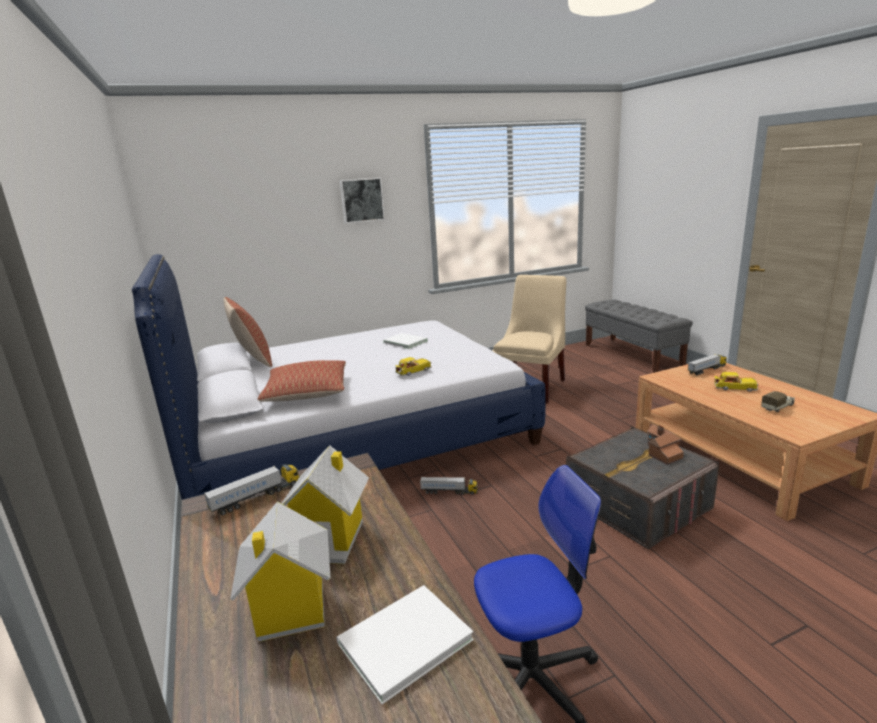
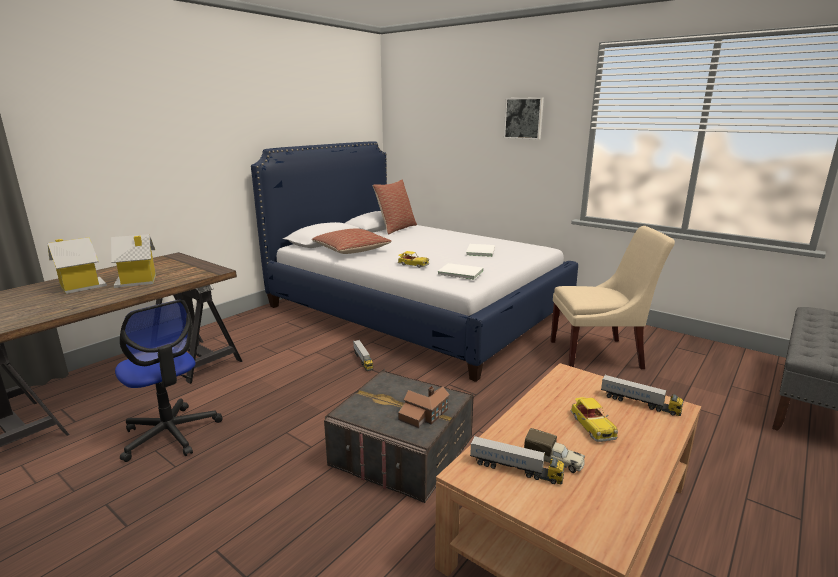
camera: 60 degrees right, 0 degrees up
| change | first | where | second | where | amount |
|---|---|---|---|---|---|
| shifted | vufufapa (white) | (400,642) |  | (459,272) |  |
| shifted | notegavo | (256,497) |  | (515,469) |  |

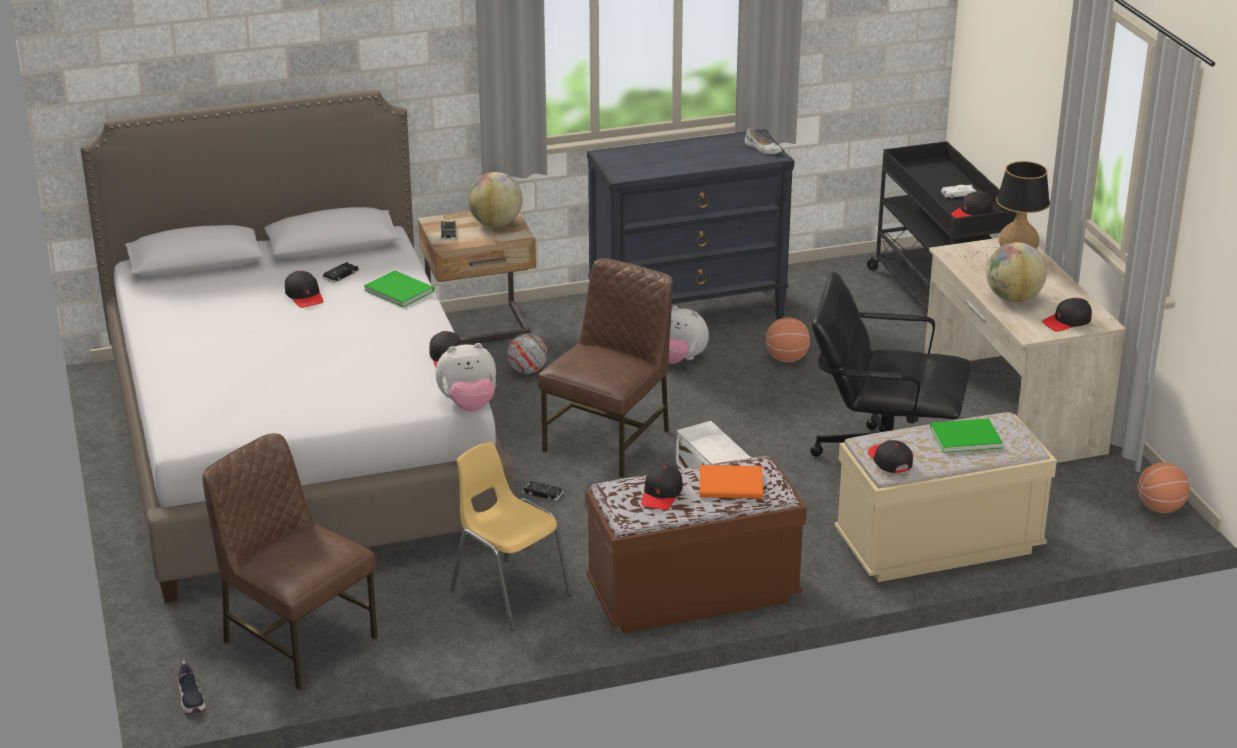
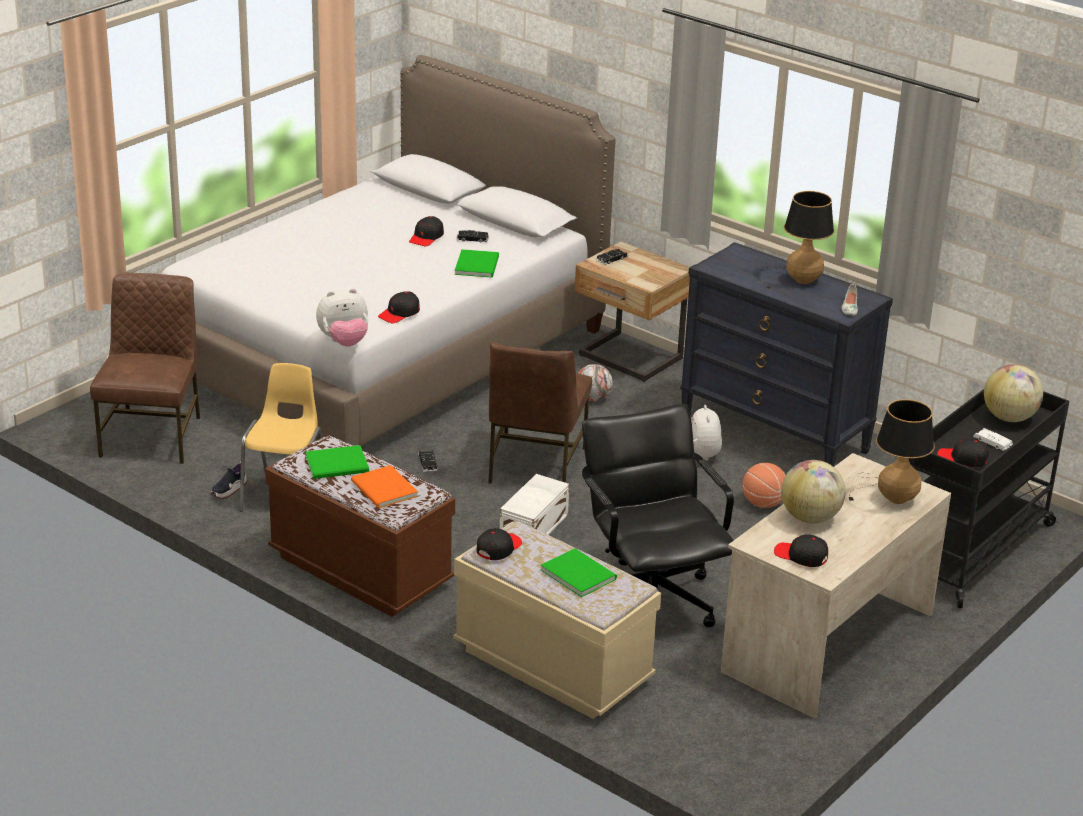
camera: 55 degrees right, 0 degrees up
| change | first | where | second | where | amount |
|---|---|---|---|---|---|
| shifted | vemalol | (191,700) |  | (229,490) |  |
| swapped | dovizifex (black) | (661,494) | vufufapa (green) | (339,465) |  |
| rotated | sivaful | (468,405) |  | (344,342) | 60 degrees counterclockwise |
| rotated | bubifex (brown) | (610,440) |  | (535,466) | 105 degrees clockwise |
| new |  |  | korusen | (797,280) |  |
| shifted | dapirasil | (496,224) |  | (1009,418) |  |
| gone | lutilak | (1160,508) |  |  |  |

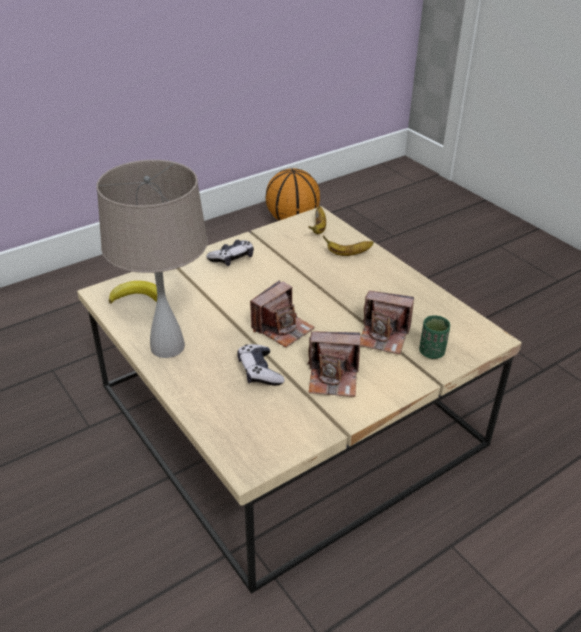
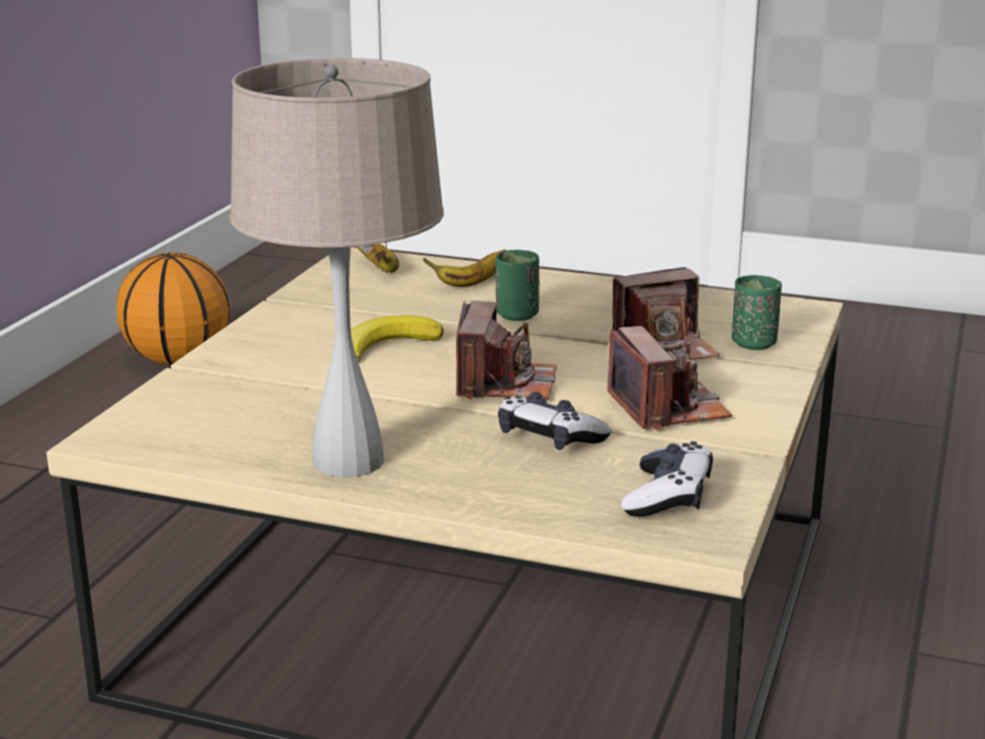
camera: 35 degrees left, 15 degrees down
| change | first | where | second | where | amount |
|---|---|---|---|---|---|
| shifted | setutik | (138,297) |  | (388,345) |  |
| new |  |  | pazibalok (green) | (517,315) |  |
| rotated | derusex | (333,378) |  | (667,408) | 75 degrees counterclockwise |
| shifted | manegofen | (232,258) |  | (668,497) |  |

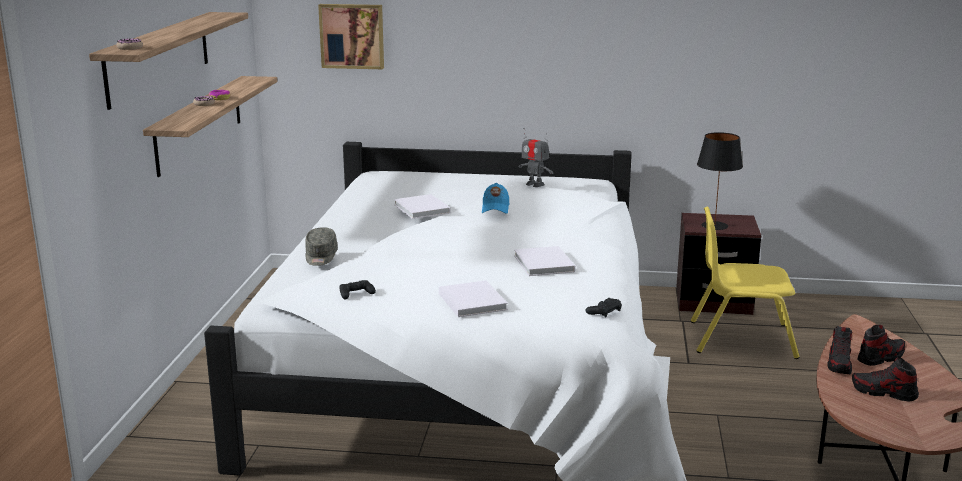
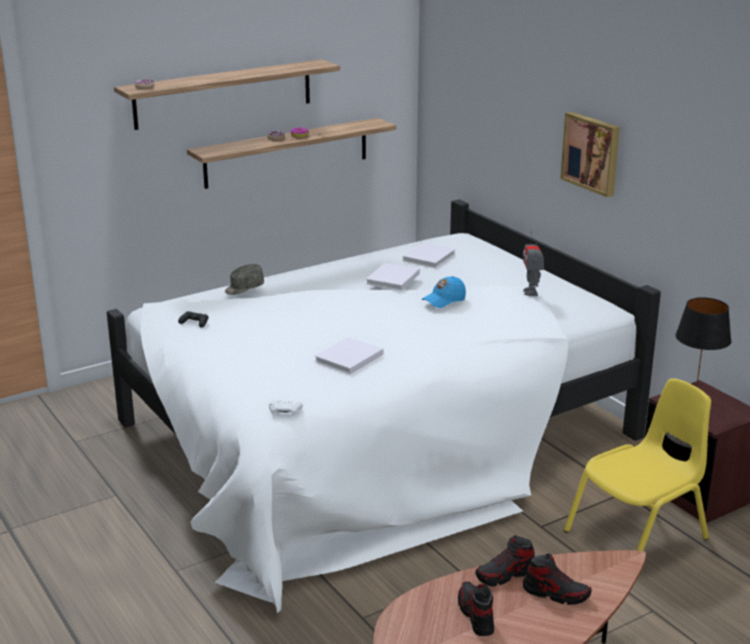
camera: 50 degrees right, 5 degrees up
| change | first | where | second | where | amount |
|---|---|---|---|---|---|
| repainted | manegofen (black) | (604,312) | manegofen (white) | (285,411) |  |
| shifted | vufufapa (white) | (471,300) |  | (430,256) |  |
| shifted | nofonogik | (352,36) |  | (592,153) |  |
| rotated | bubifex (yellow) | (741,339) |  | (638,536) | 90 degrees clockwise |

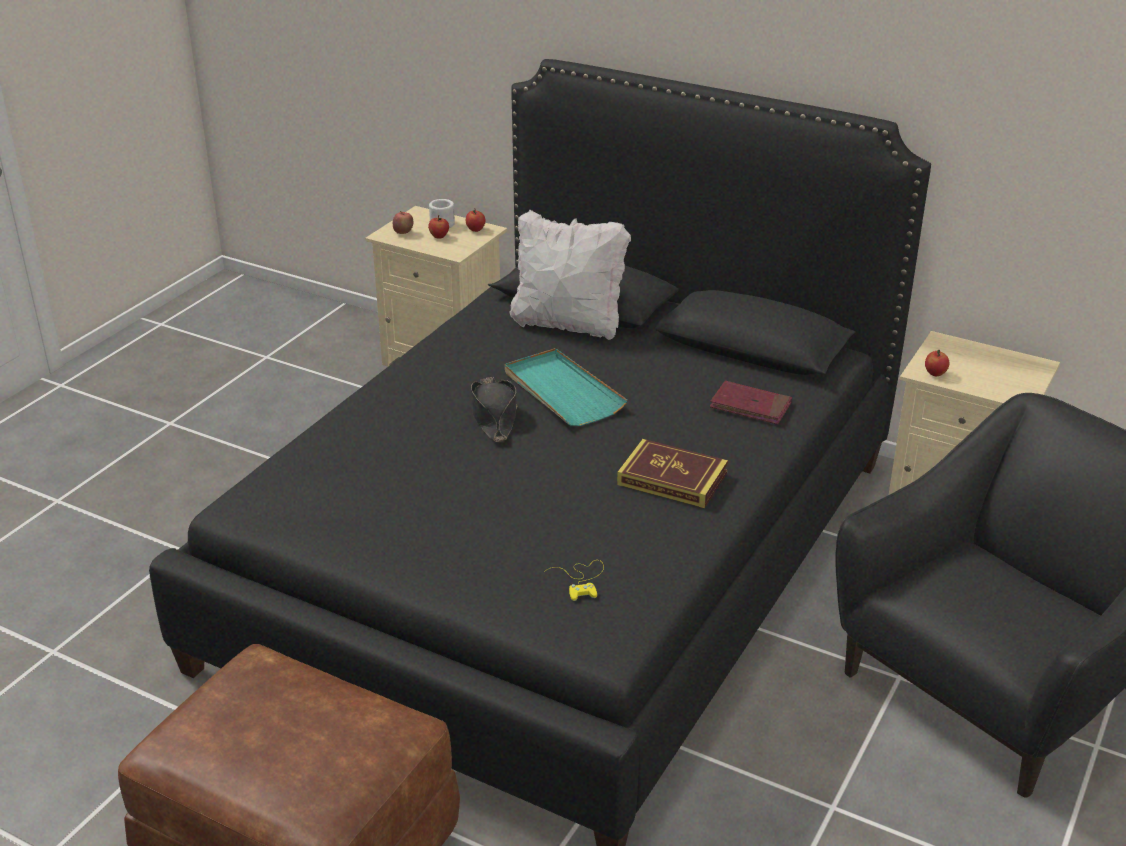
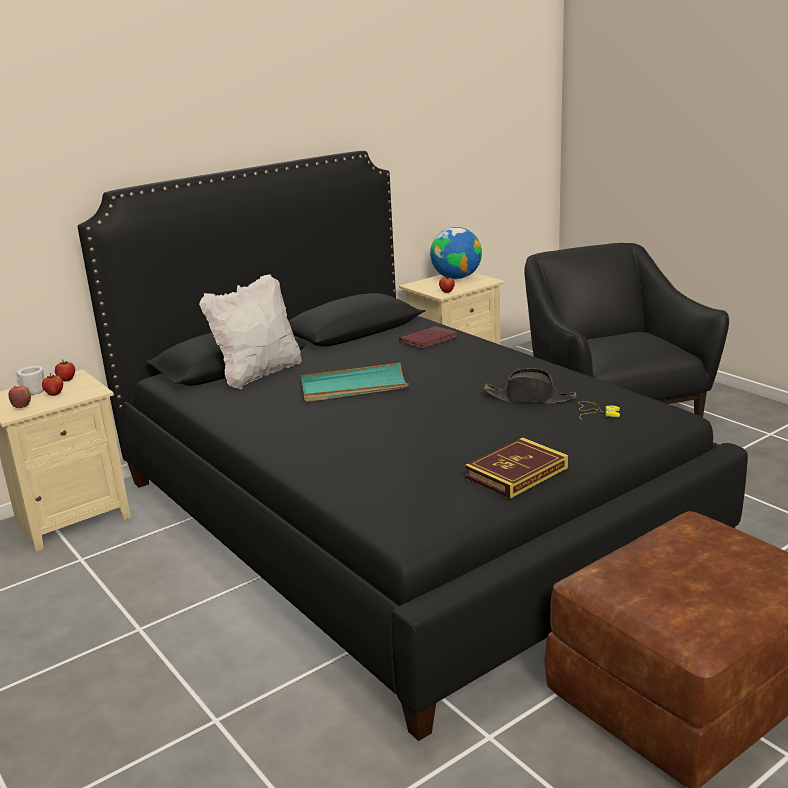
camera: 65 degrees left, 10 degrees down
| change | first | where | second | where | amount |
|---|---|---|---|---|---|
| new |  |  | dapirasil | (456,278) |  |
| shifted | vufufapa | (672,479) |  | (516,473) |  |
| shifted | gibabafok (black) | (494,416) |  | (530,398) |  |

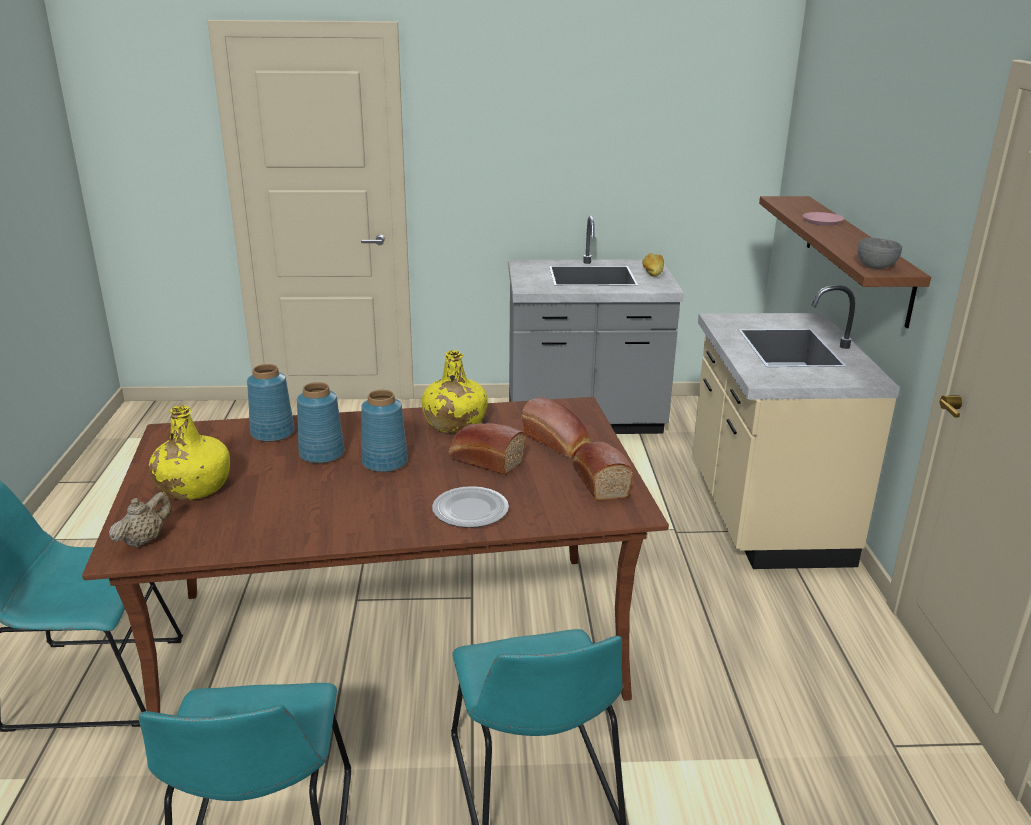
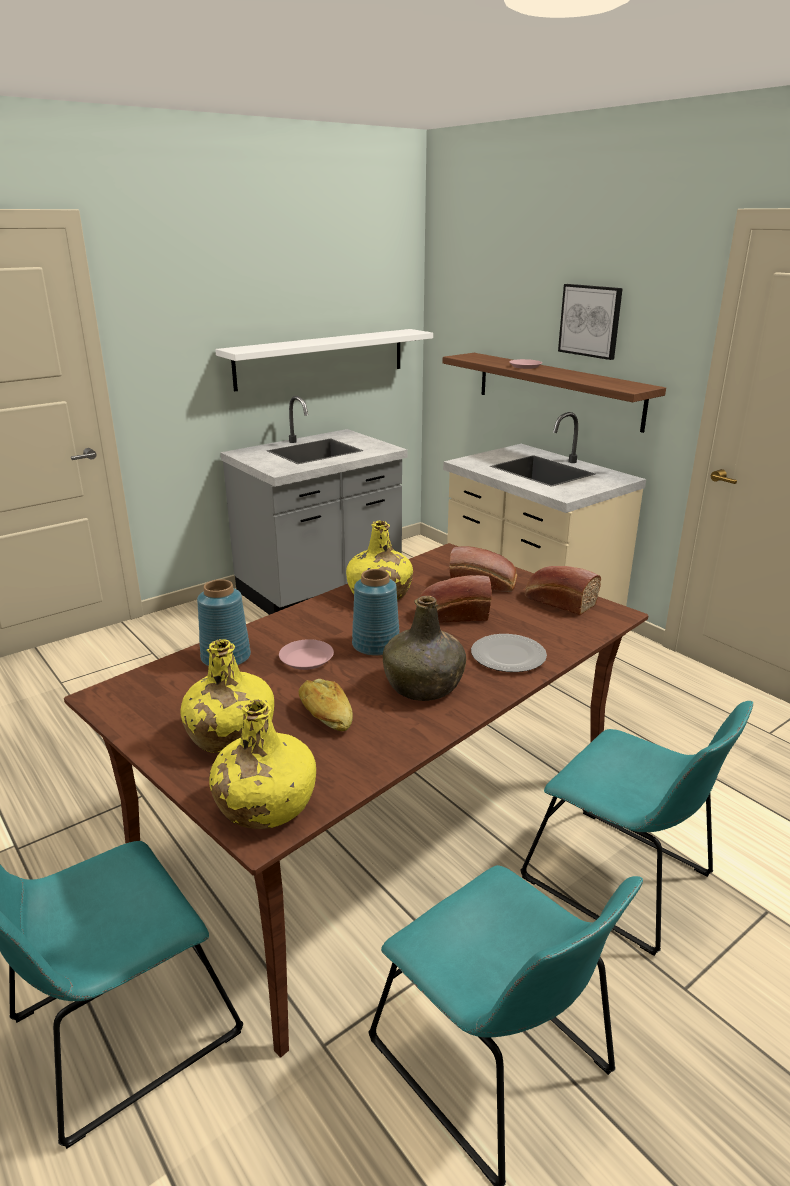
camera: 35 degrees left, 0 degrees up
| change | first | where | second | where | amount |
|---|---|---|---|---|---|
| swapped | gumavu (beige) | (144,540) | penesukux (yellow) | (265,805) |  |
| new |  |  | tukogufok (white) | (321,358) |  |
| swapped | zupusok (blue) | (321,454) | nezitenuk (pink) | (306,659) |  |
| shifted | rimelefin | (652,272) |  | (325,715) |  |
| new |  |  | penesukux (green) | (424,686) |  |
| new |  |  | nofonogik | (590,321) |  |
| gone | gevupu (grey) | (875,267) |  |  |  |

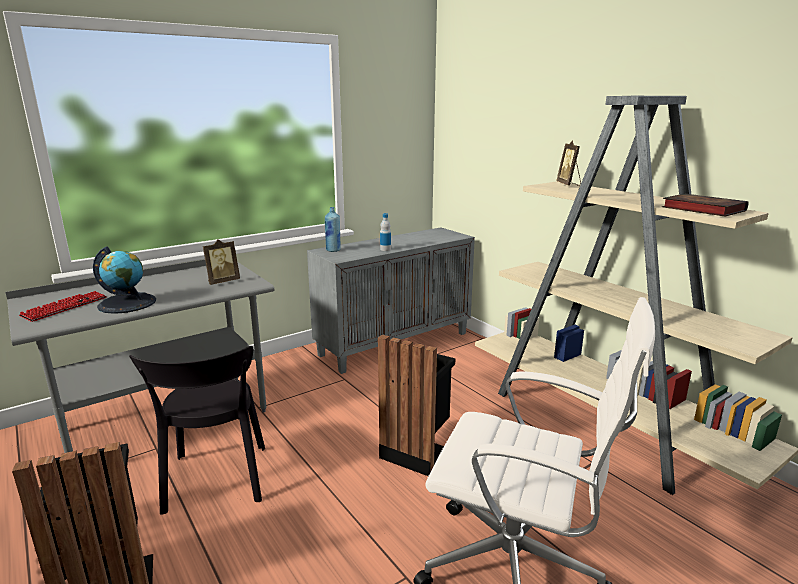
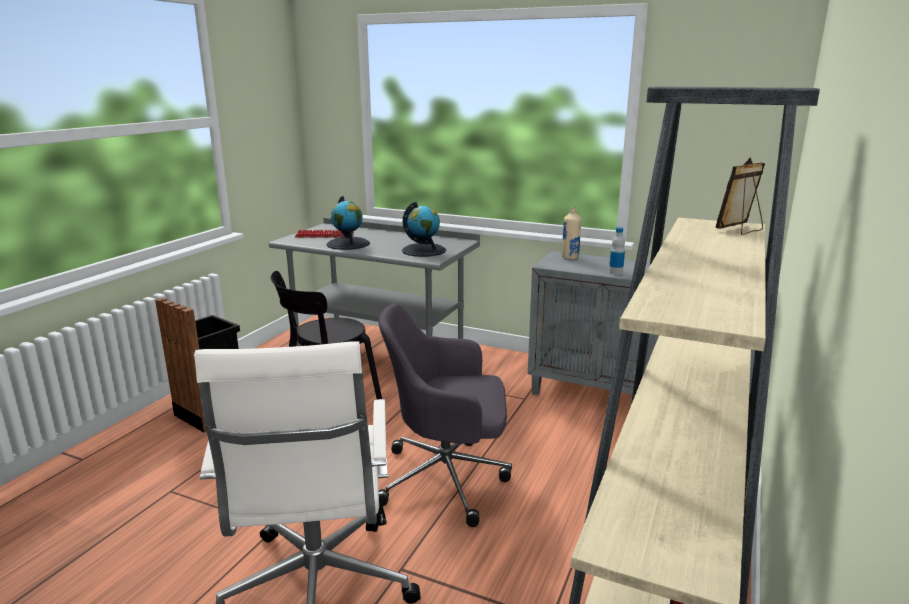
camera: 60 degrees right, 0 degrees up
| change | first | where | second | where | amount |
|---|---|---|---|---|---|
| swapped | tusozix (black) | (417,451) | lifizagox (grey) | (447,479) |  |
| swapped | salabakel | (222,281) | dapirasil | (424,250) |  |
| repainted | penesukux (blue) | (333,250) | penesukux (beige) | (570,257) |  |
| gone | vufufapa | (700,209) |  |  |  |

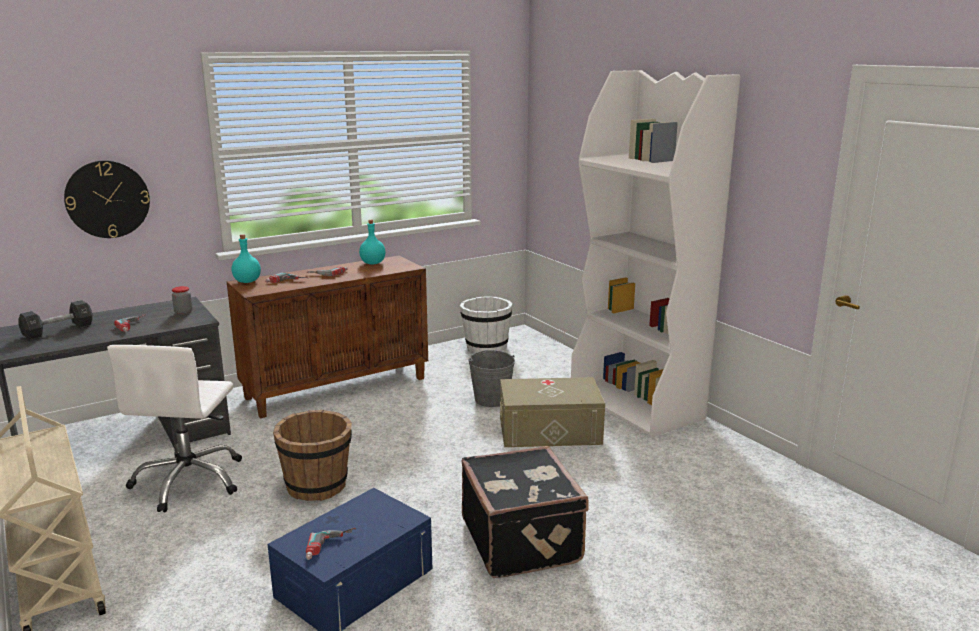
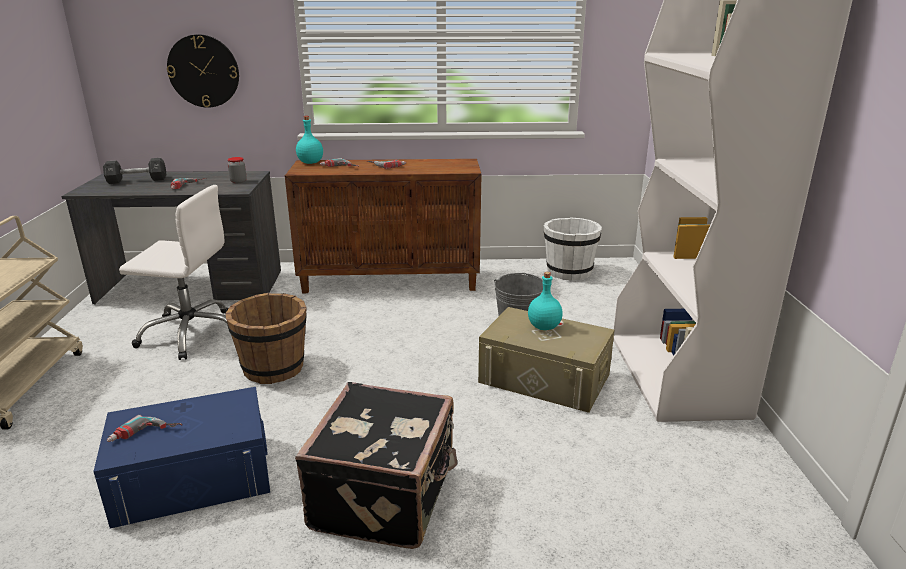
camera: 30 degrees right, 5 degrees up
| change | first | where | second | where | amount |
|---|---|---|---|---|---|
| rotated | lifizagox (white) | (189,481) |  | (191,333) | 120 degrees counterclockwise |
| shifted | penesukux (turquoise) | (372,263) |  | (543,327) |  |

